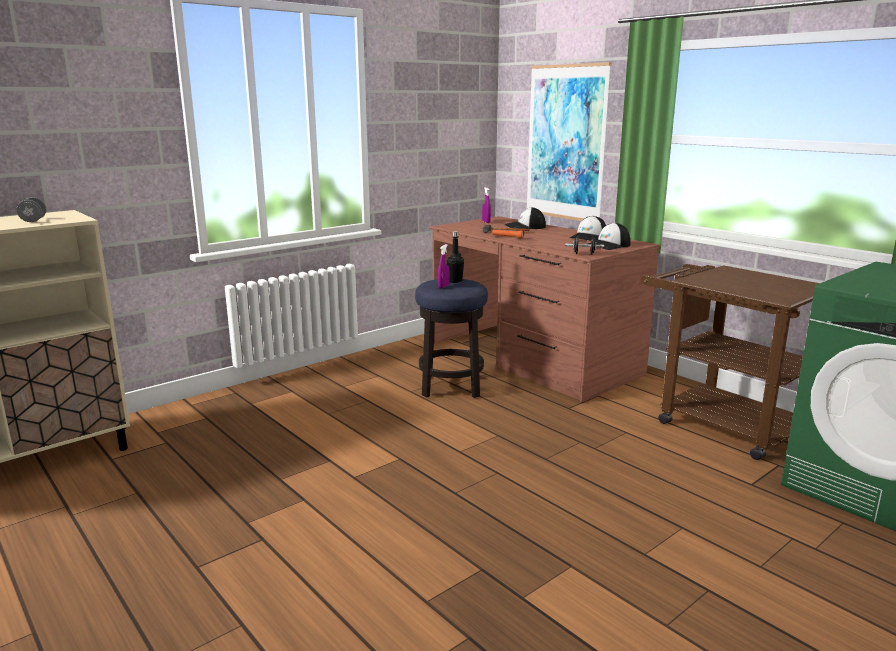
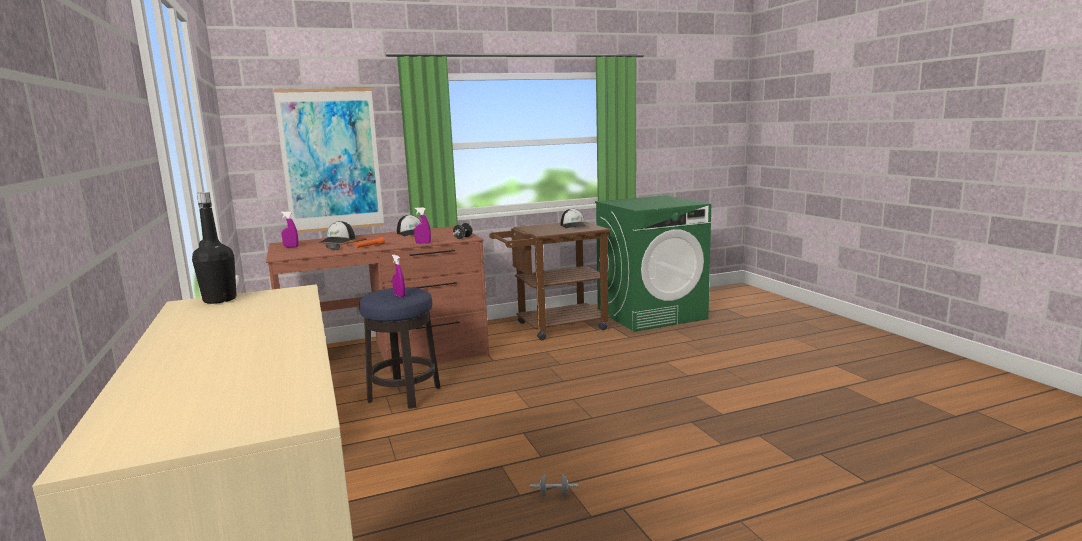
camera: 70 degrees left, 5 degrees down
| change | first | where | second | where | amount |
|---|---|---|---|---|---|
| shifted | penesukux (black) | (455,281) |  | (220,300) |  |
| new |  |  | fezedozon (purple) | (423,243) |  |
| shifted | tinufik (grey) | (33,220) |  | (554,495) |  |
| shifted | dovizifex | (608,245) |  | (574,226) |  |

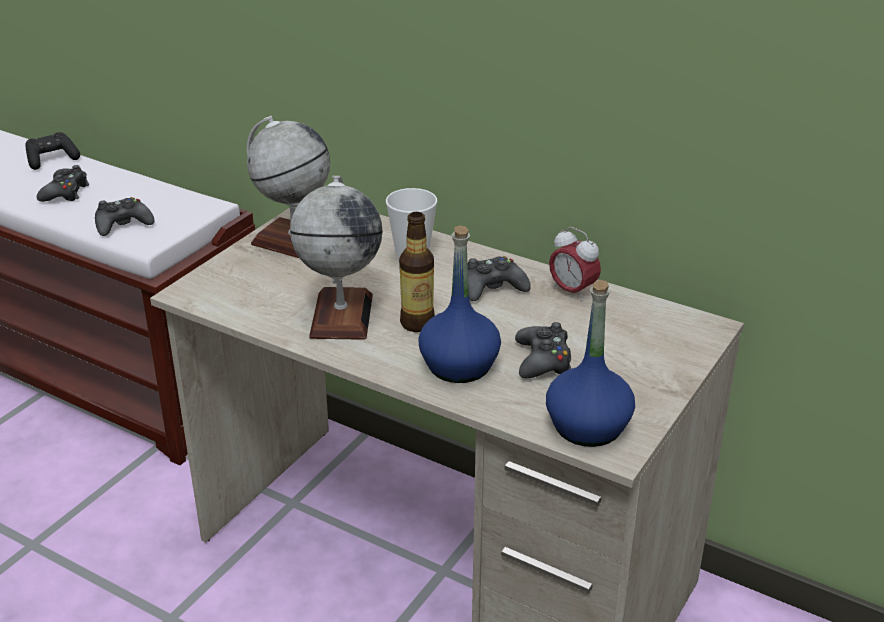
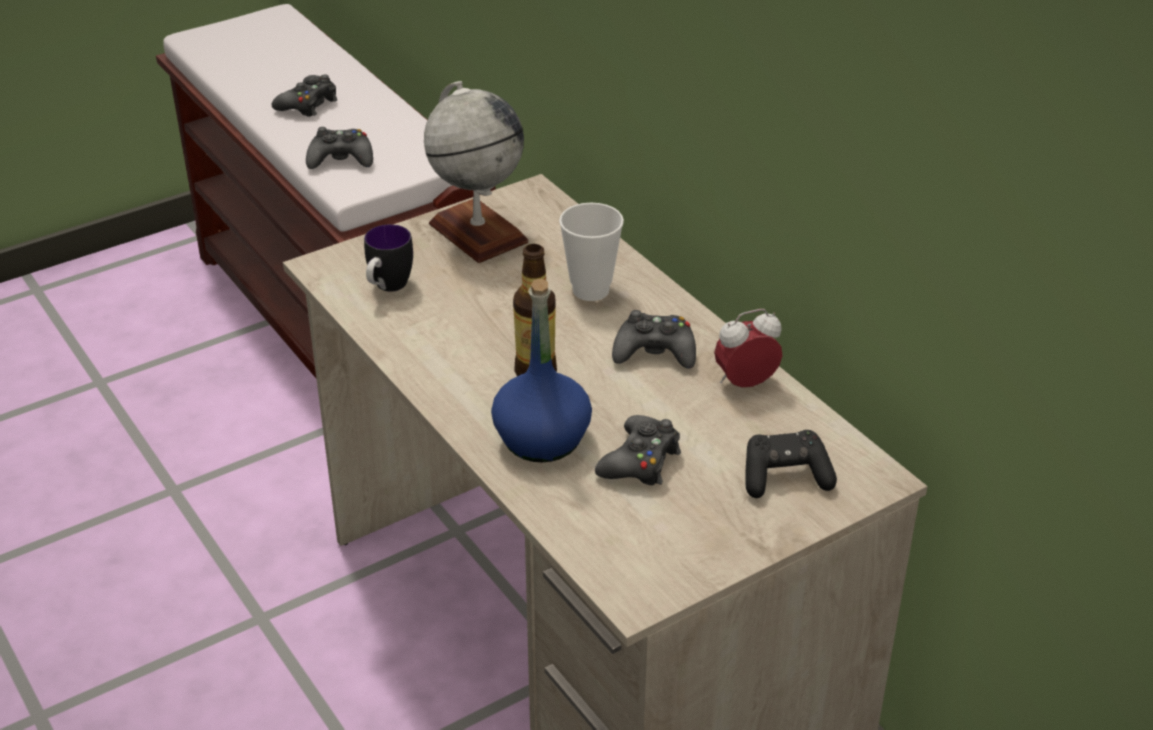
camera: 25 degrees right, 5 degrees up
| change | first | where | second | where | amount |
|---|---|---|---|---|---|
| new |  |  | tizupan | (387,288) |  |
| rotated | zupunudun | (572,292) |  | (745,383) | 90 degrees clockwise |
| shifted | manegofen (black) | (52,160) |  | (785,477) |  |
| gone | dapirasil | (341,315) |  |  |  |
| gone | penesukux (blue) | (588,427) |  |  |  |

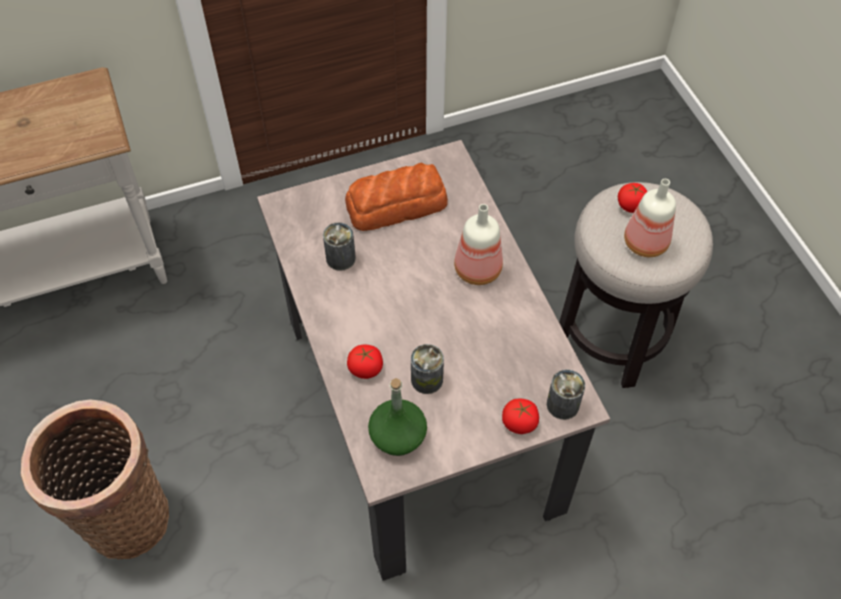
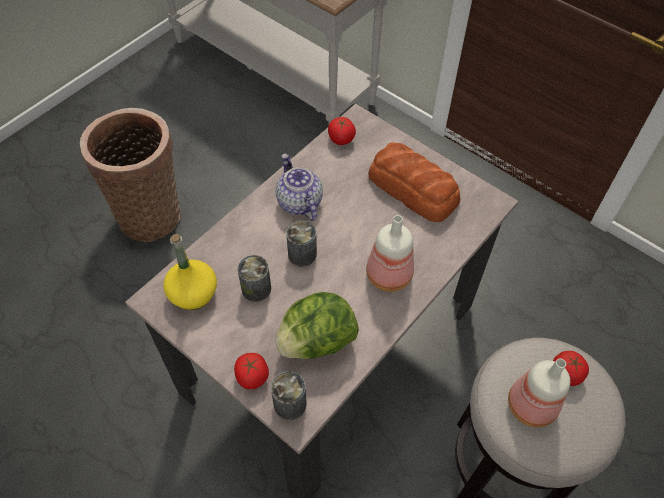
camera: 60 degrees right, 0 degrees up
| change | first | where | second | where | amount |
|---|---|---|---|---|---|
| repainted | penesukux (green) | (398,436) | penesukux (yellow) | (193,293) |  |
| new |  |  | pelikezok | (316,341) |  |
| new |  |  | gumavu | (298,202) |  |
| shifted | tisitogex | (340,258) |  | (302,254) |  |
| shifted | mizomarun | (365,369) |  | (341,139) |  |

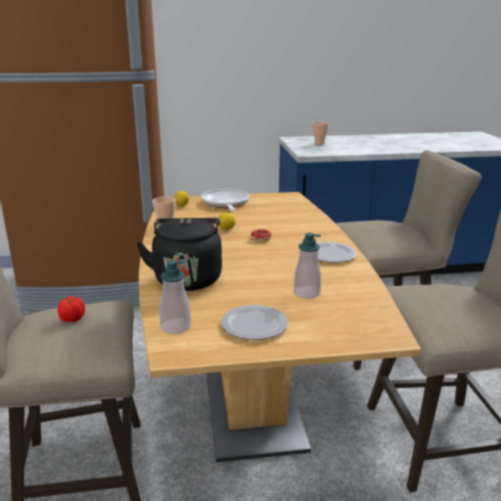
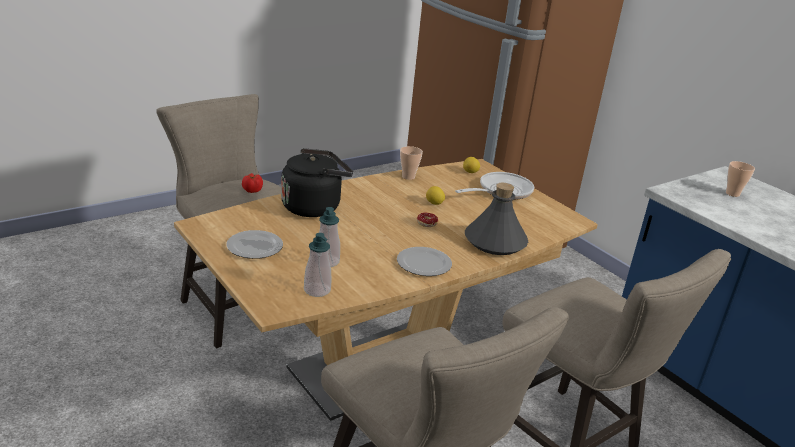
camera: 60 degrees right, 5 degrees up
| change | first | where | second | where | amount |
|---|---|---|---|---|---|
| shifted | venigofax | (175,327) |  | (317,290) |  |
| new |  |  | penesukux (grey) | (494,242) |  |

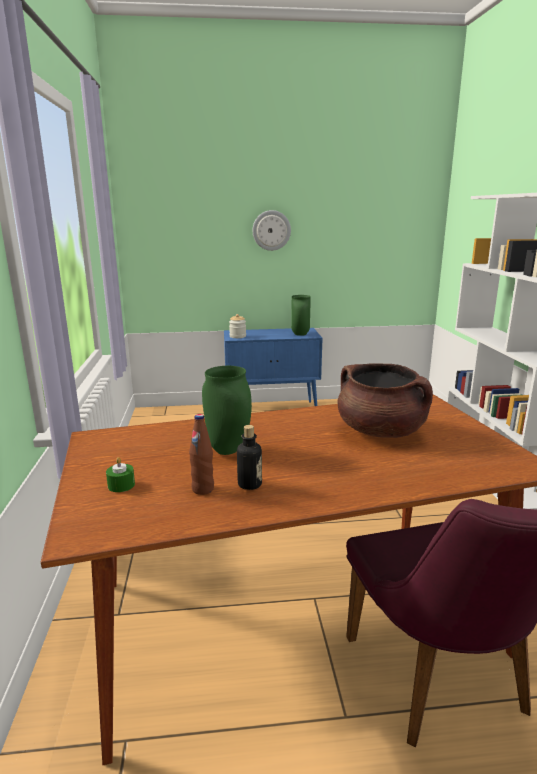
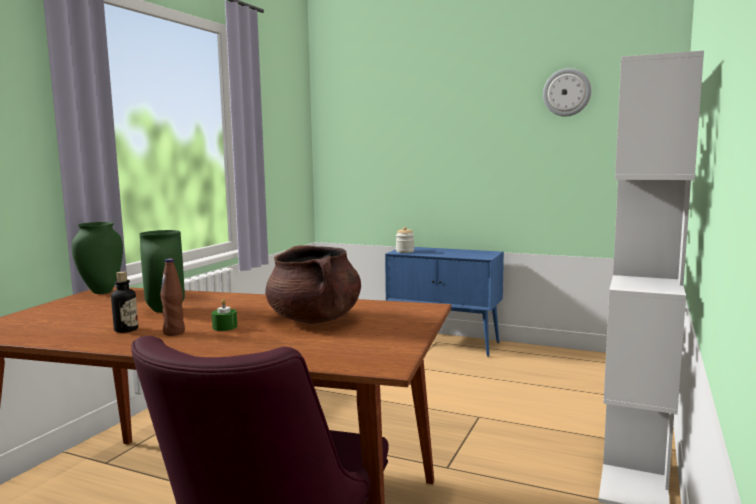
camera: 30 degrees right, 10 degrees down
| change | first | where | second | where | amount |
|---|---|---|---|---|---|
| shifted | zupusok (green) | (299,334) |  | (101,292) |  |
| shifted | penesukux (brown) | (203,489) |  | (174,333) |  |
| shifted | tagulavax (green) | (121,485) |  | (224,327) |  |
| shifted | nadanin | (271,230) |  | (567,92) |  |

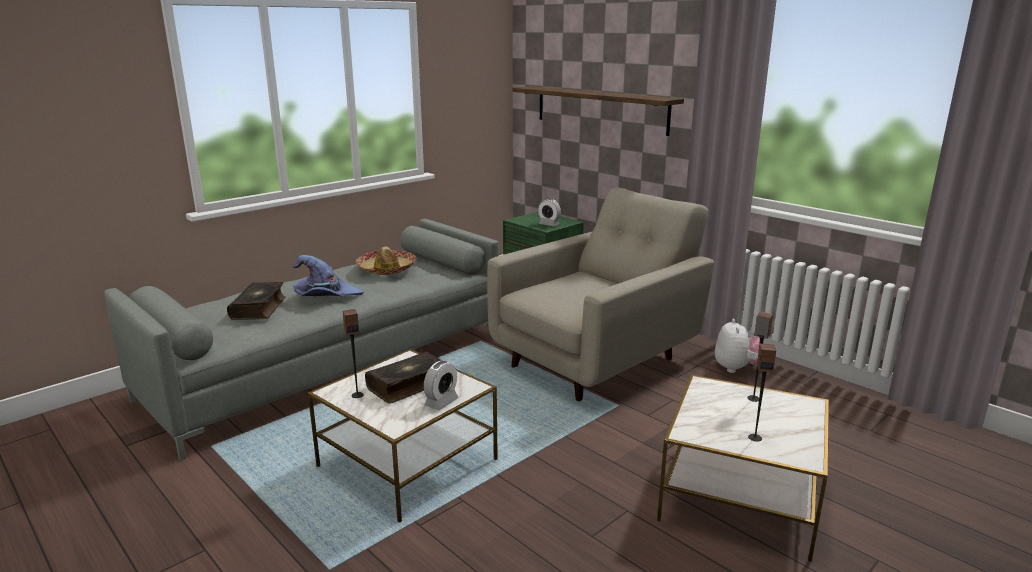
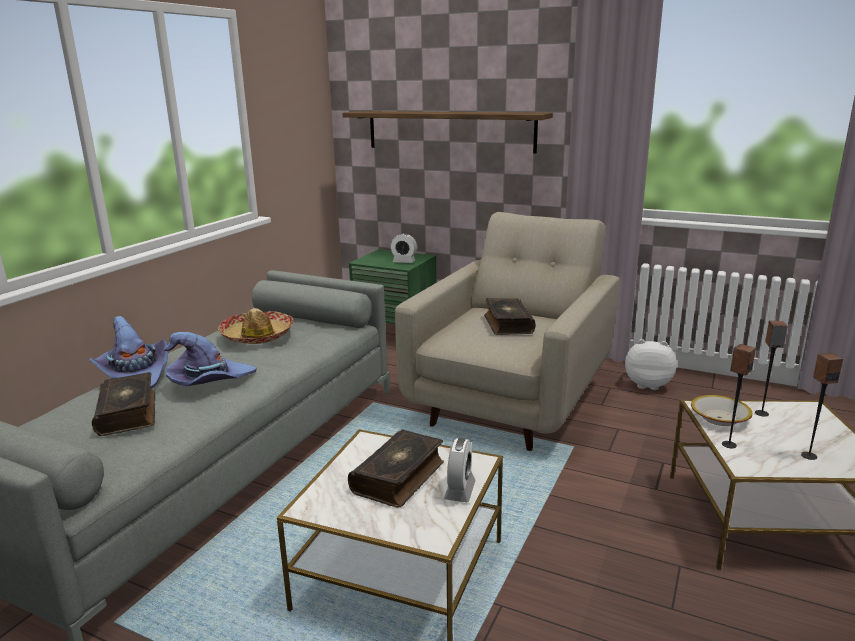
camera: 20 degrees left, 0 degrees up
| change | first | where | second | where | amount |
|---|---|---|---|---|---|
| new |  |  | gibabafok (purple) | (135,373) |  |
| new |  |  | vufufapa | (507,324) |  |
| rotated | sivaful | (737,369) |  | (647,384) | 60 degrees counterclockwise |
| new |  |  | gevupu | (719,418) |  |
| shifted | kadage | (357,395) |  | (728,444) |  |

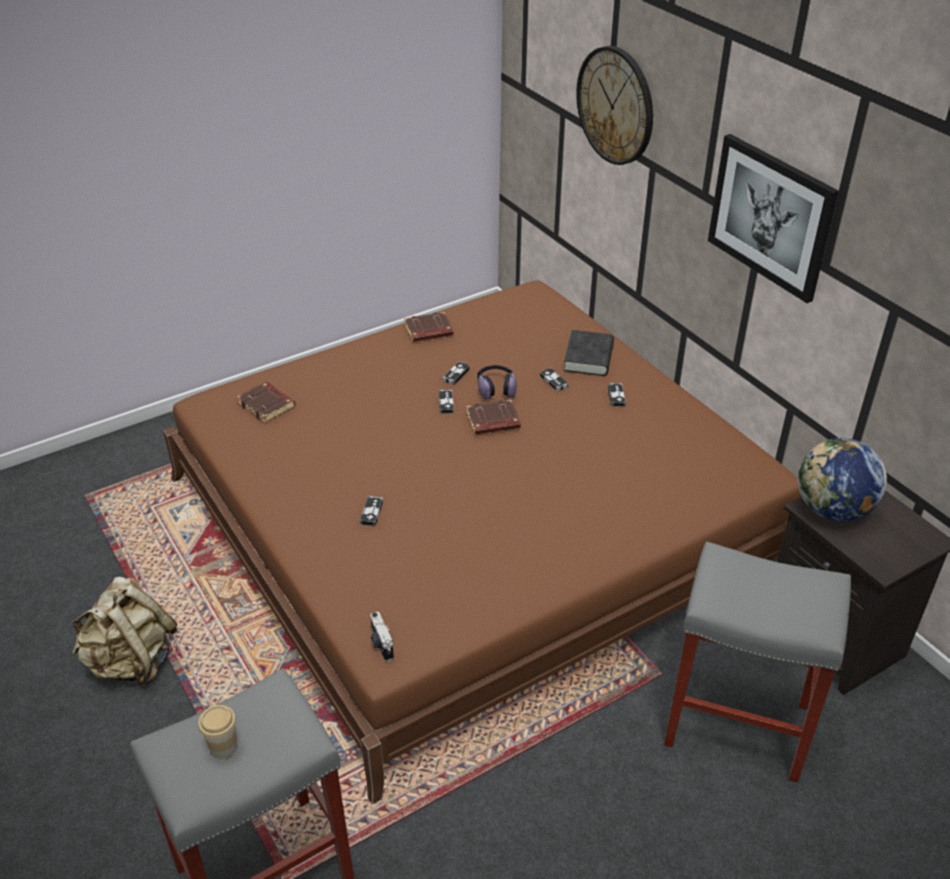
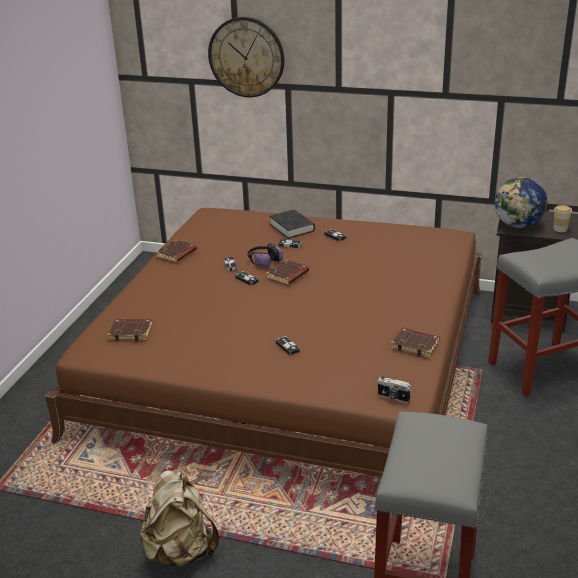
camera: 40 degrees left, 10 degrees down
| change | first | where | second | where | amount |
|---|---|---|---|---|---|
| new |  |  | vufufapa (brown) | (415,345) |  |
| shifted | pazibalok | (223,747) |  | (560,229) |  |
| gone | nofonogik | (771,216) |  |  |  |

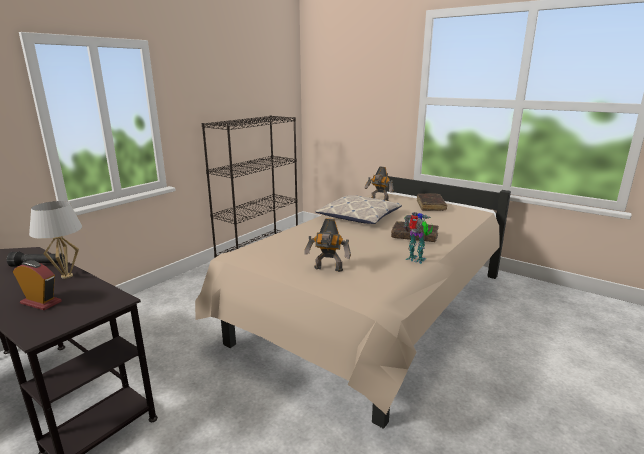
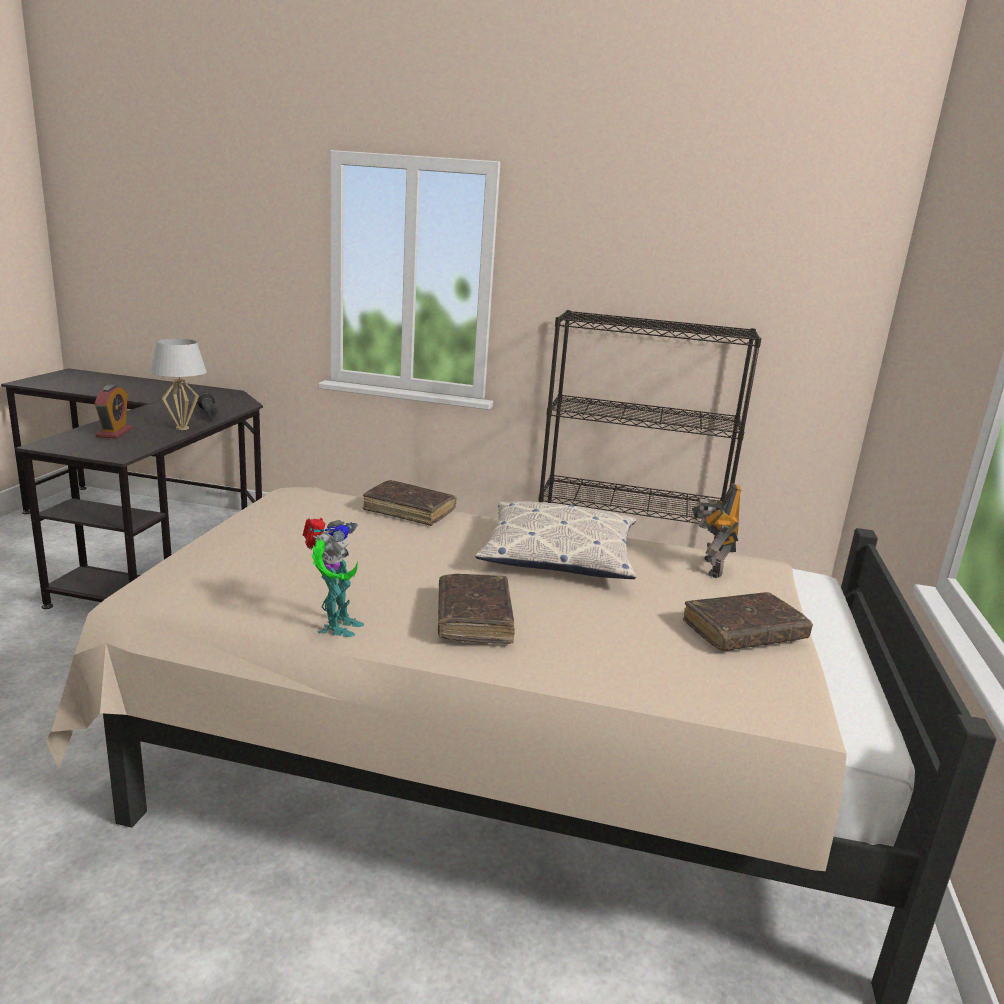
camera: 65 degrees right, 0 degrees up
| change | first | where | second | where | amount |
|---|---|---|---|---|---|
| new |  |  | vufufapa (brown) | (409,511) |  |
| gone | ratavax | (328,269) |  |  |  |

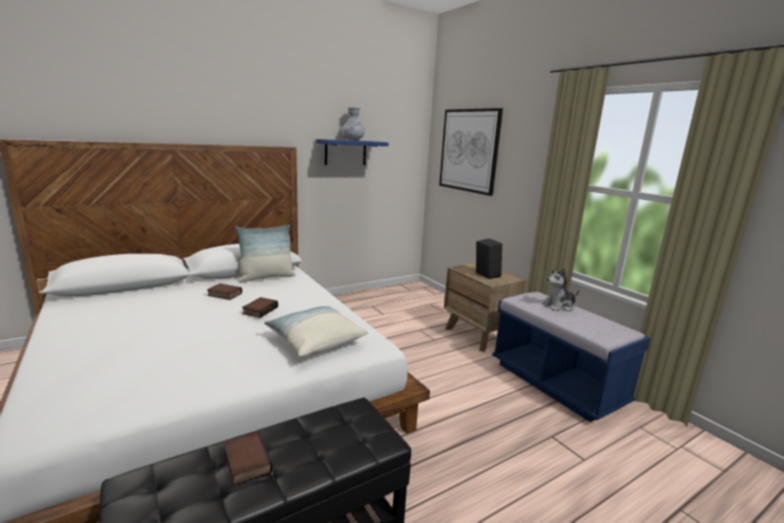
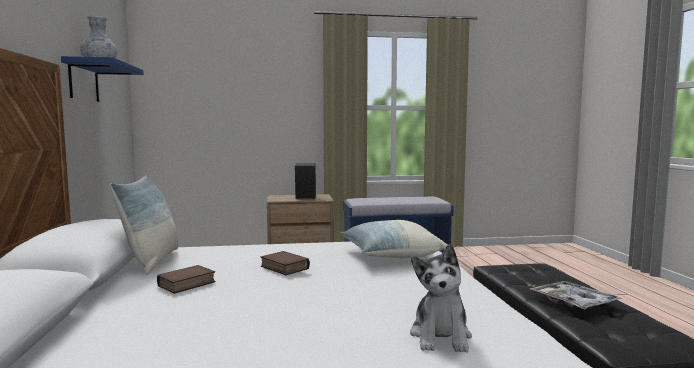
camera: 65 degrees left, 10 degrees down
| change | first | where | second | where | amount |
|---|---|---|---|---|---|
| shifted | sivaful | (559,306) |  | (441,336) |  |
| swapped | vufufapa | (245,461) | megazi | (573,302) |  |
| gone | nofonogik | (469,150) |  |  |  |

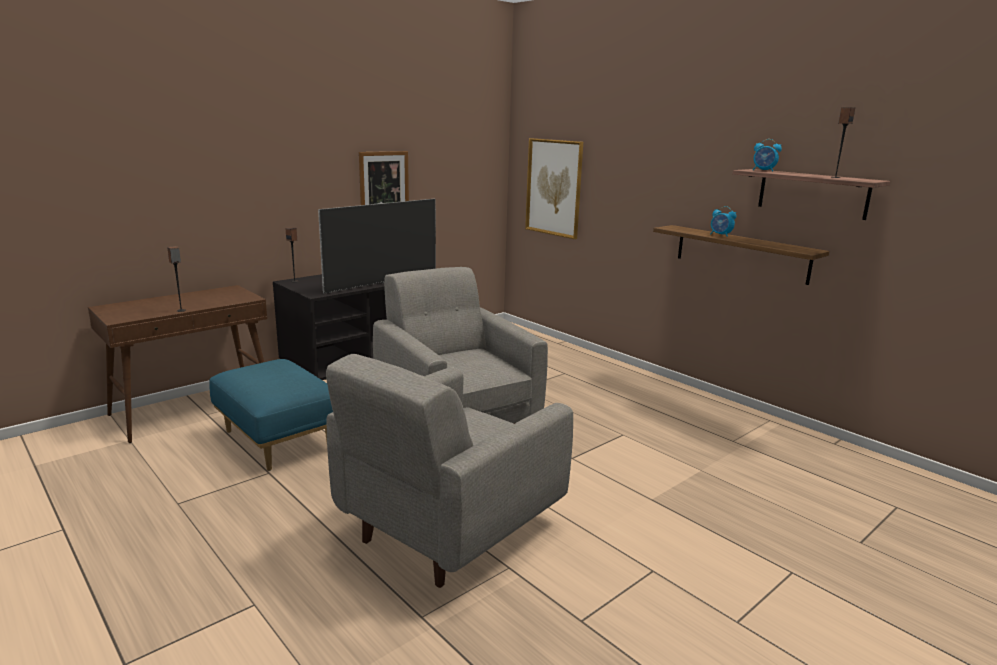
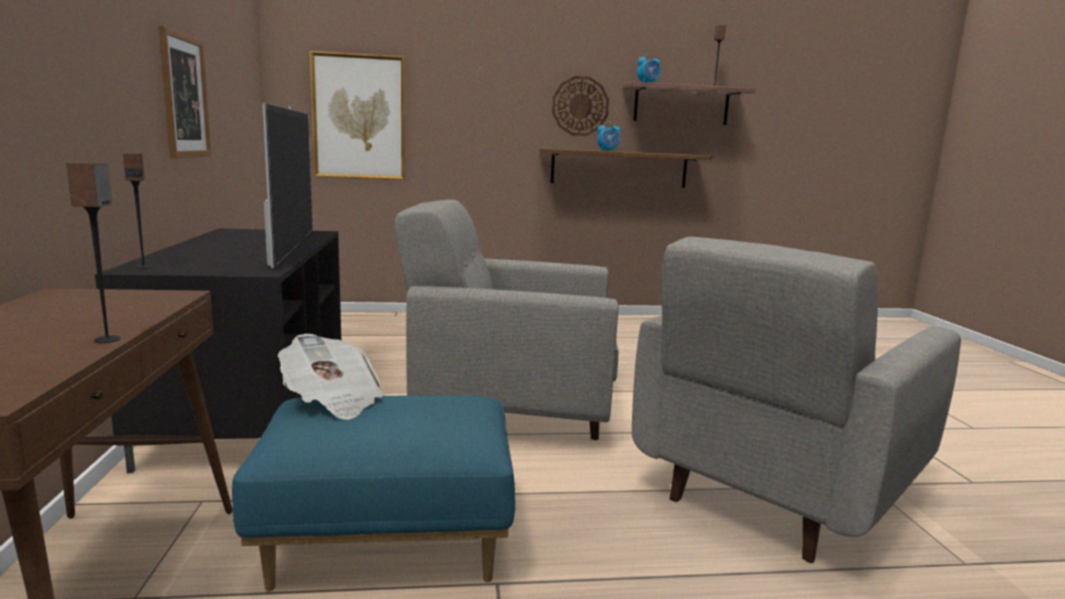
camera: 55 degrees left, 5 degrees down
| change | first | where | second | where | amount |
|---|---|---|---|---|---|
| new |  |  | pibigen | (333,401) |  |
| new |  |  | nadanin | (580,106) |  |
| rotated | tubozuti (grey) | (447,529) |  | (775,492) | 60 degrees clockwise |

